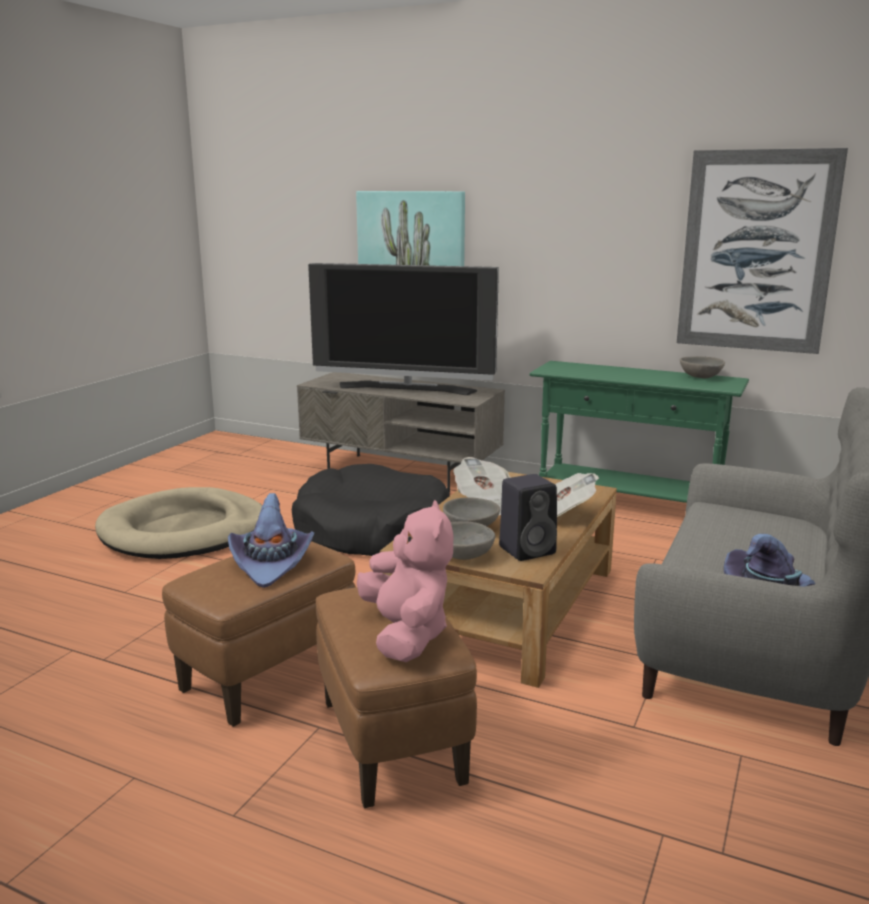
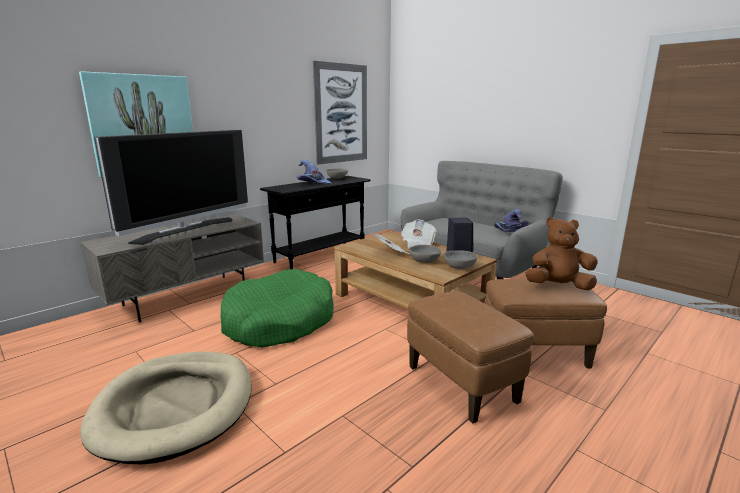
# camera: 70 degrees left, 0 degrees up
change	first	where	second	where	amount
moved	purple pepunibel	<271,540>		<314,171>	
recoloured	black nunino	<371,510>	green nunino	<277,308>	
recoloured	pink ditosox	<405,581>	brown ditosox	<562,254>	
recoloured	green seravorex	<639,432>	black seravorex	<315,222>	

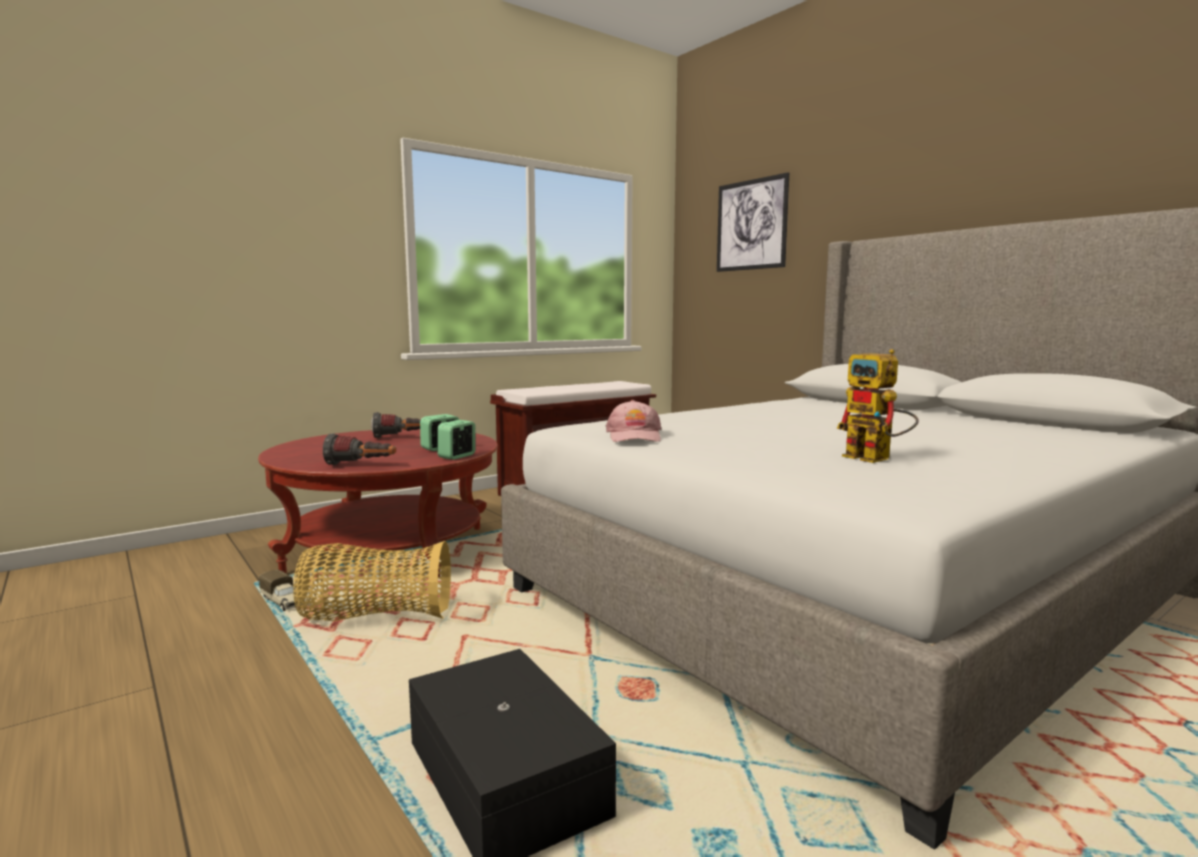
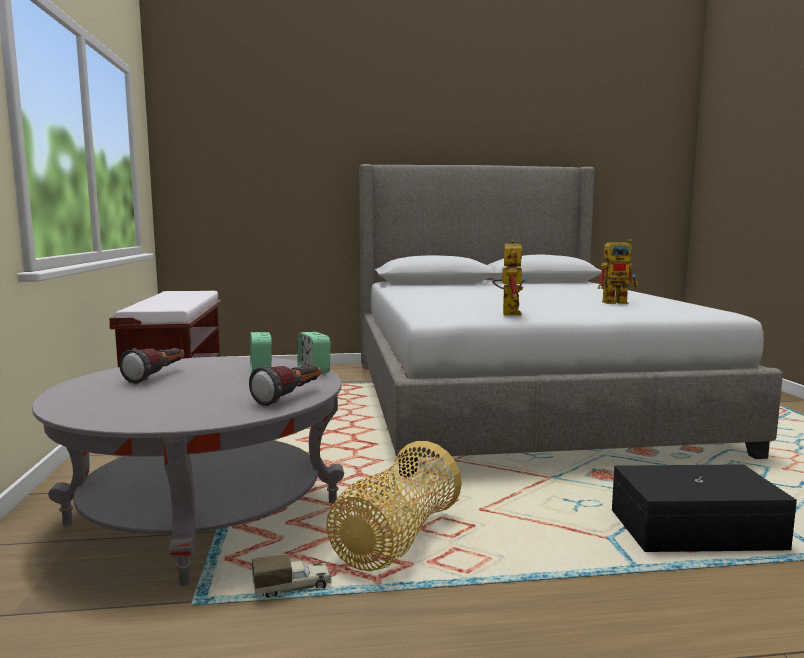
# camera: 60 degrees left, 0 degrees up
change	first	where	second	where	amount
removed	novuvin	<753,222>			
replaced	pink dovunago	<633,421>	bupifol	<509,278>	
recoloured	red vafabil	<378,503>	grey vafabil	<188,471>	

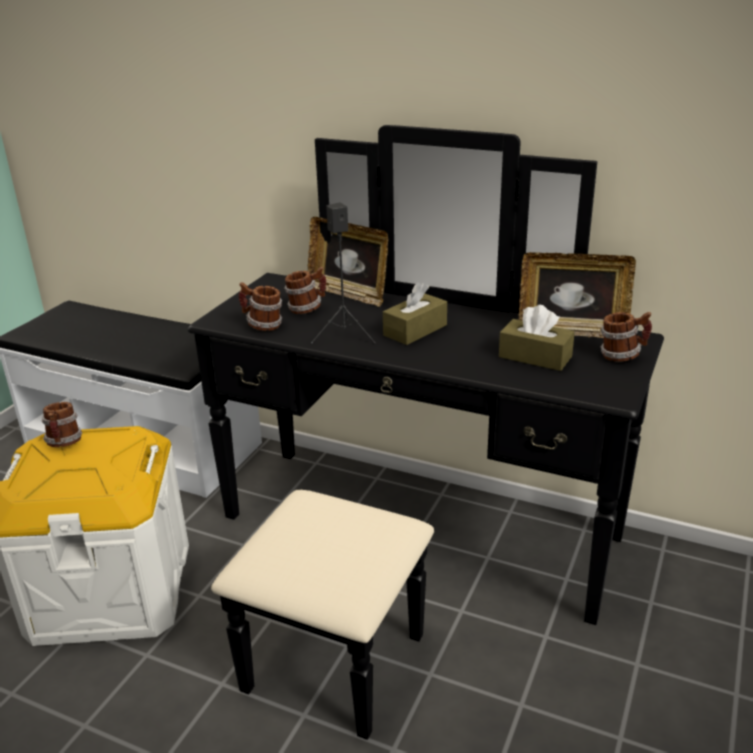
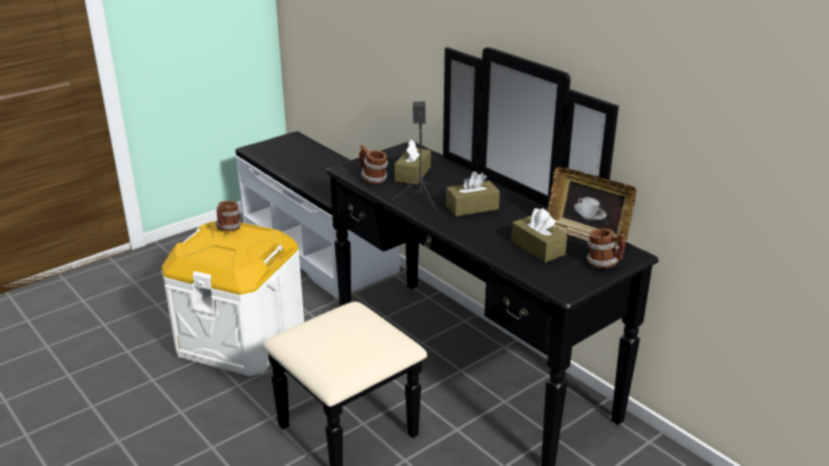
# camera: 25 degrees right, 0 degrees up
change	first	where	second	where	amount
removed	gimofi	<347,262>			
replaced	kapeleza	<305,290>	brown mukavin	<412,162>	

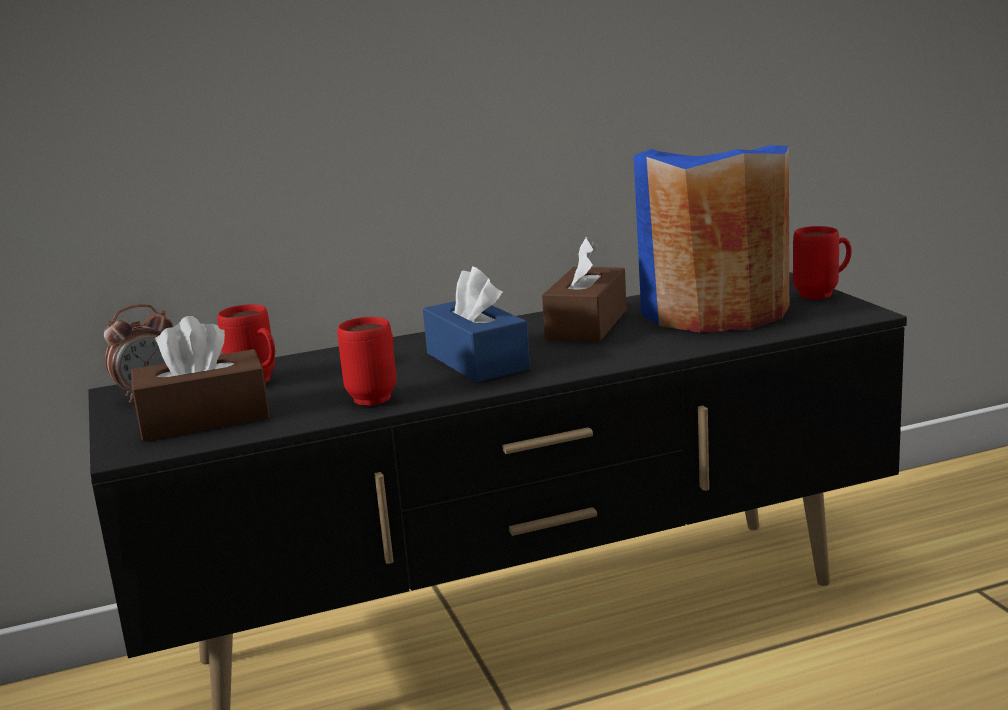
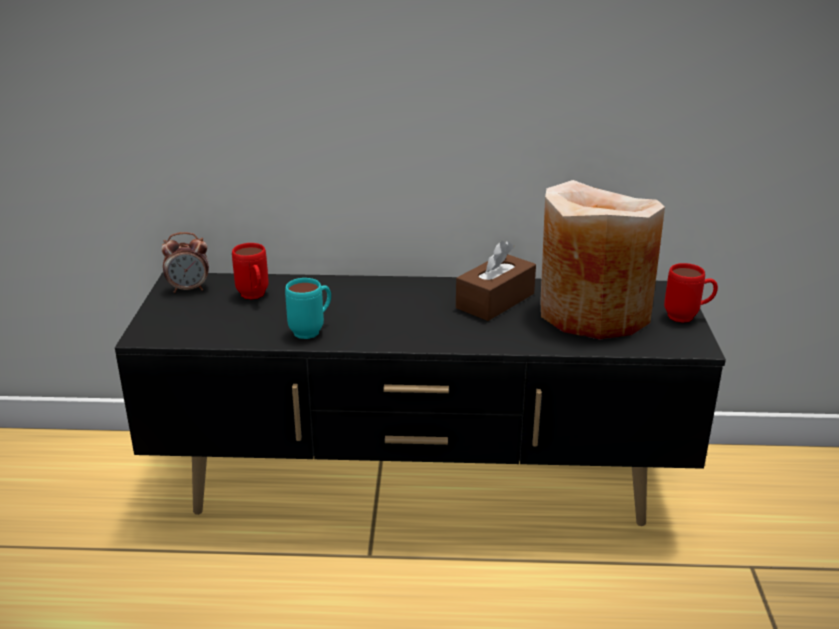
# camera: 20 degrees right, 10 degrees up
change	first	where	second	where	amount
removed	brown mukavin	<200,378>			
removed	blue mukavin	<476,324>			
recoloured	red kapeleza	<367,361>	turquoise kapeleza	<308,308>	
recoloured	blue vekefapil	<711,238>	beige vekefapil	<602,260>	

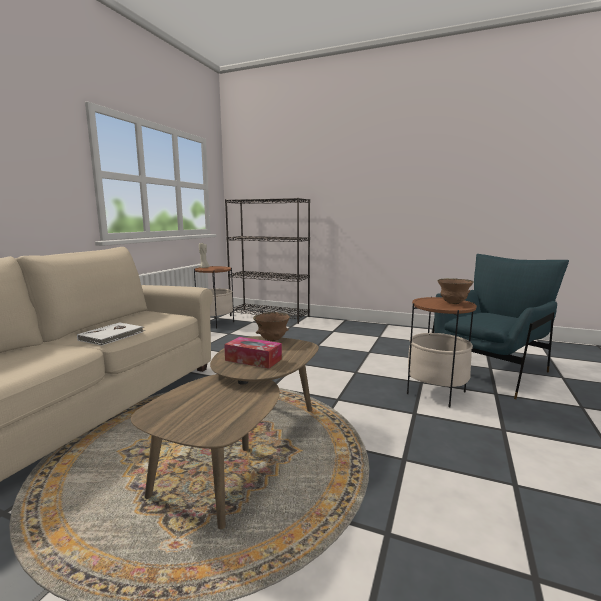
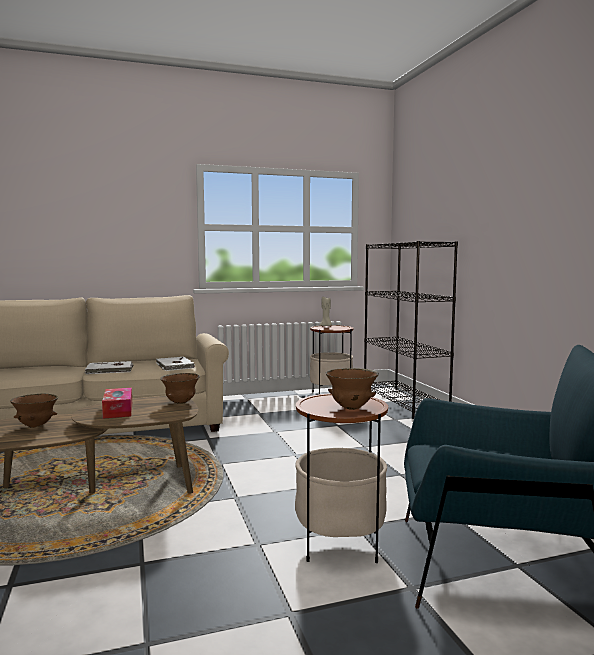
# camera: 50 degrees right, 5 degrees down
change	first	where	second	where	amount
added			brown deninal	<34,410>	
added			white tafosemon	<175,363>	

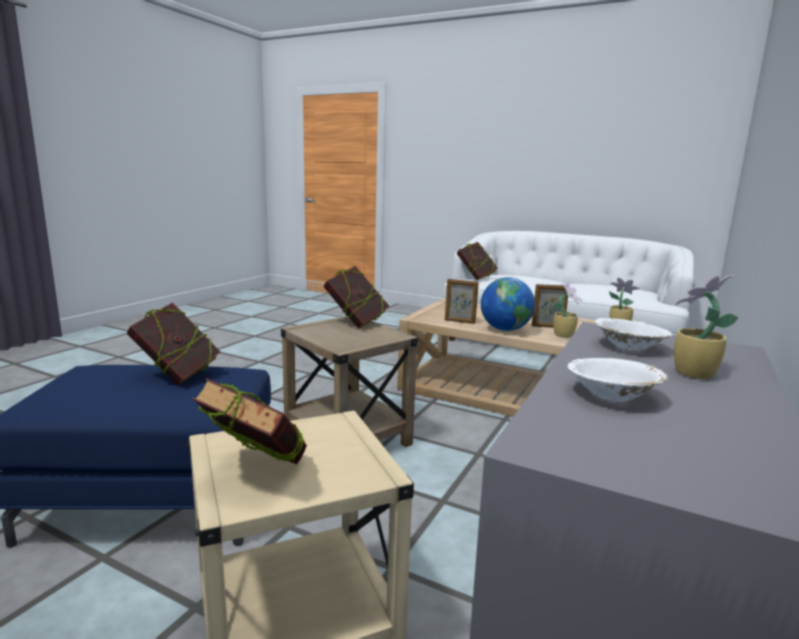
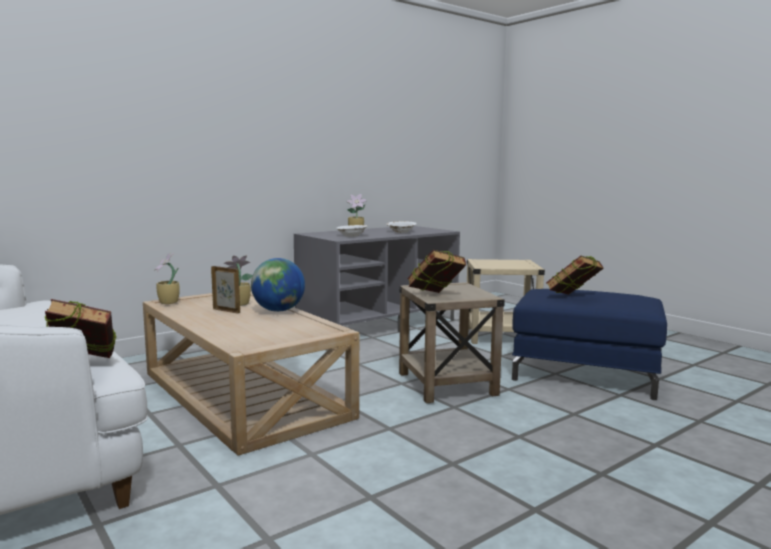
# camera: 155 degrees left, 5 degrees down
change	first	where	second	where	amount
removed	tafosemon	<250,421>			
removed	gimofi	<462,301>			

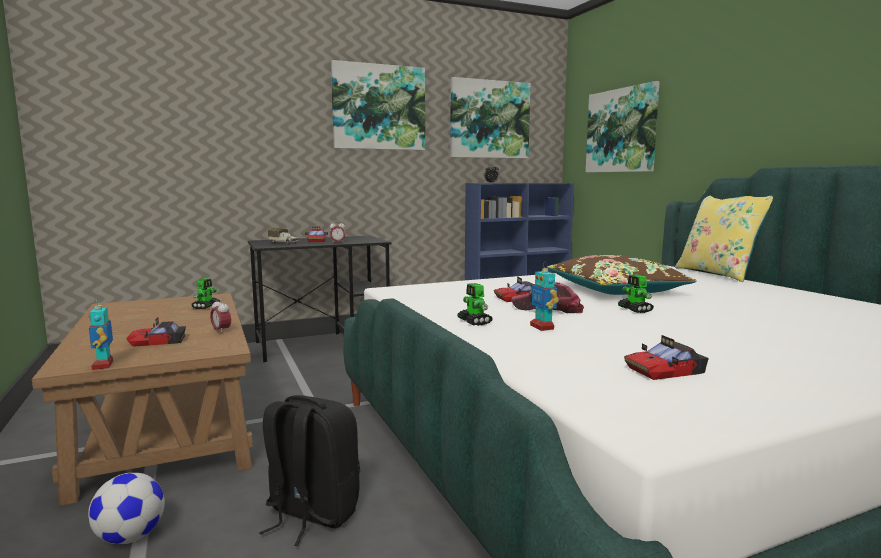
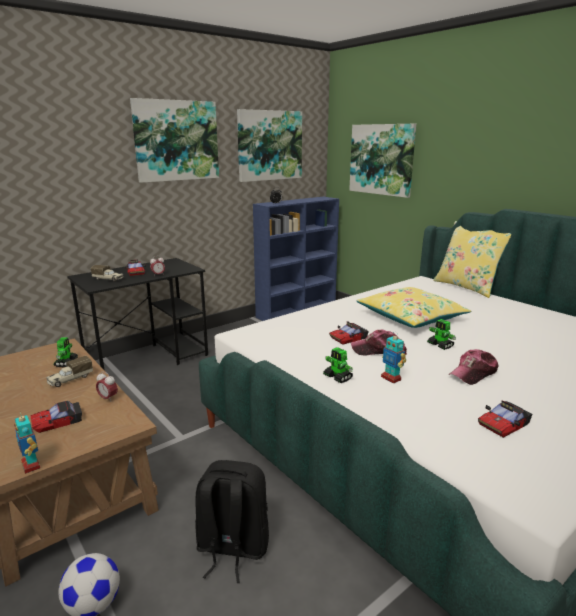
# camera: 15 degrees left, 10 degrees up
change	first	where	second	where	amount
added			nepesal	<69,371>	
added			dovunago	<473,367>	
recoloured	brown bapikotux	<622,275>	yellow bapikotux	<413,307>	

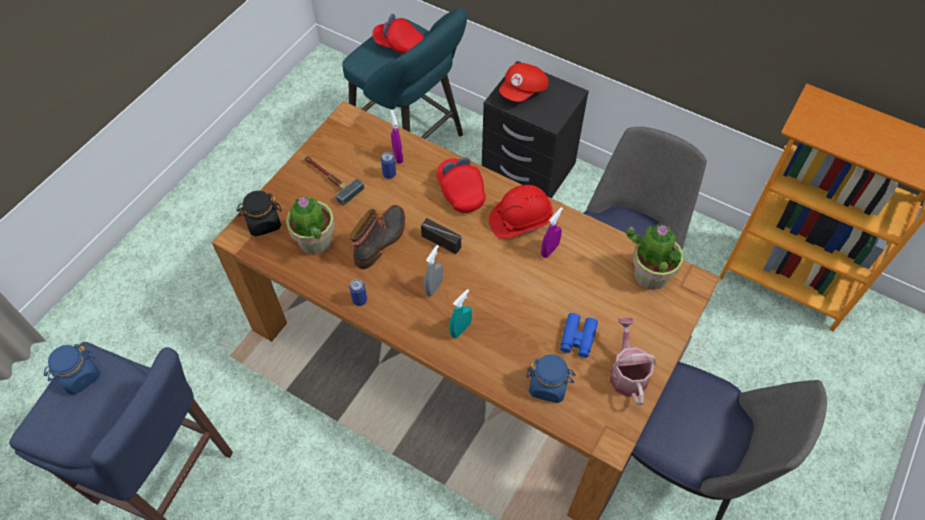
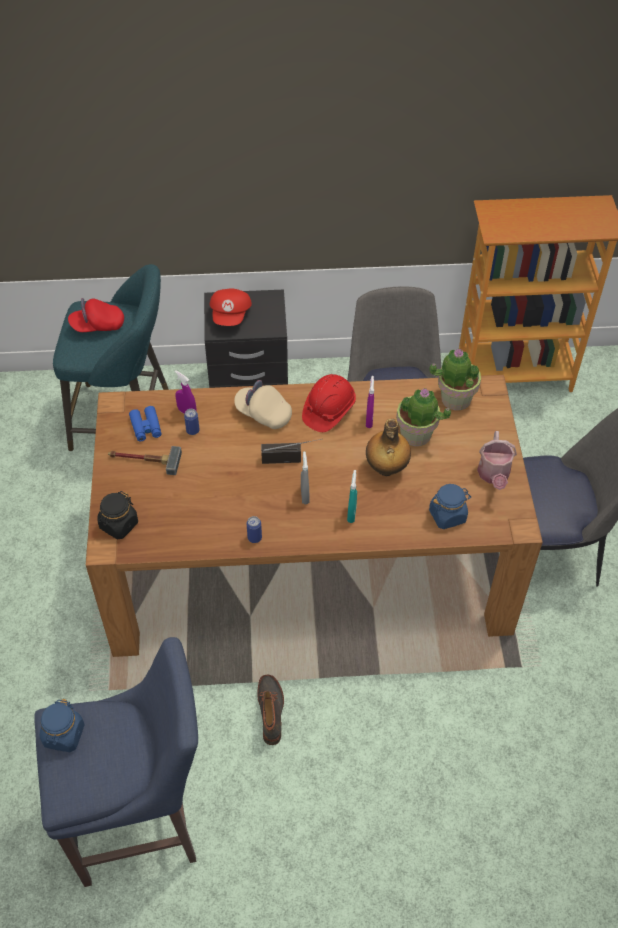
# camera: 35 degrees left, 5 degrees down
change	first	where	second	where	amount
added			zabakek	<388,447>	
moved	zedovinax	<310,225>		<423,417>	
moved	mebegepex	<377,237>		<270,710>	
moved	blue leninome	<579,335>		<145,423>	
recoloured	red dovunago	<461,185>	beige dovunago	<263,404>	
turned	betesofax	<633,361>		<497,460>	135 degrees counterclockwise

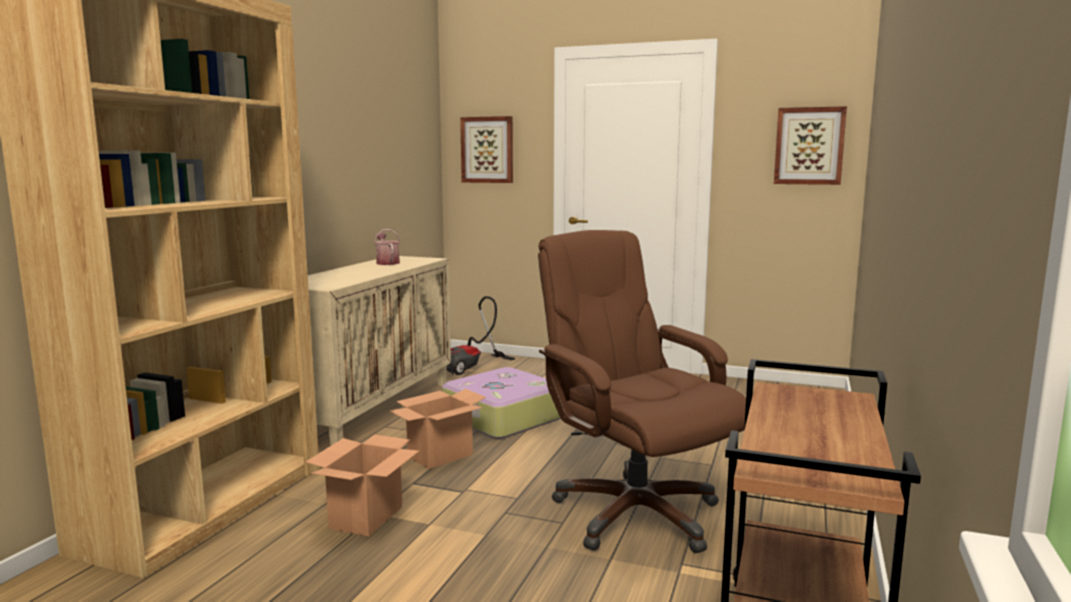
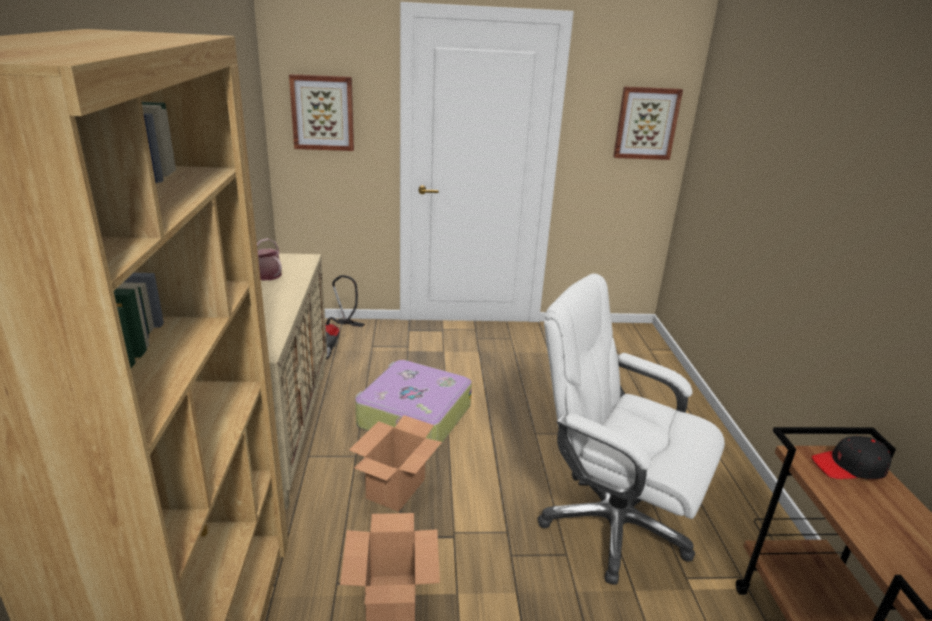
# camera: 25 degrees left, 15 degrees up
change	first	where	second	where	amount
added			black dovunago	<852,457>	
recoloured	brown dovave	<642,391>	white dovave	<631,429>	

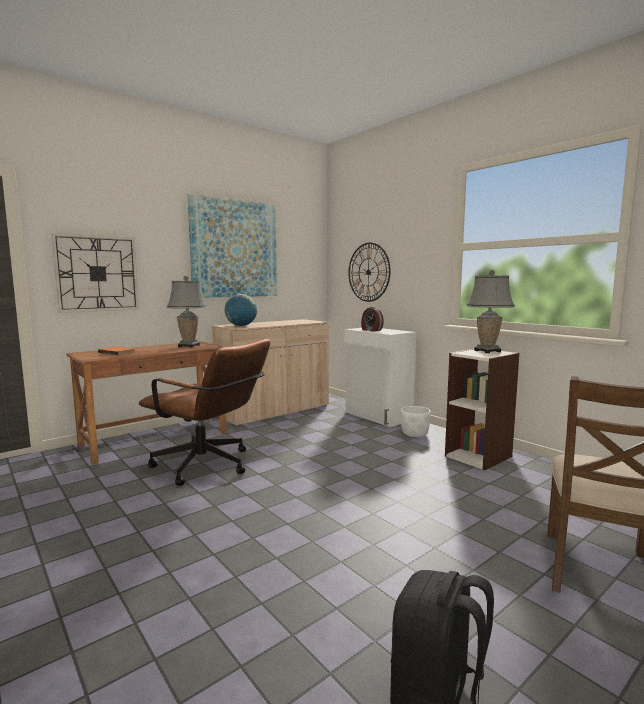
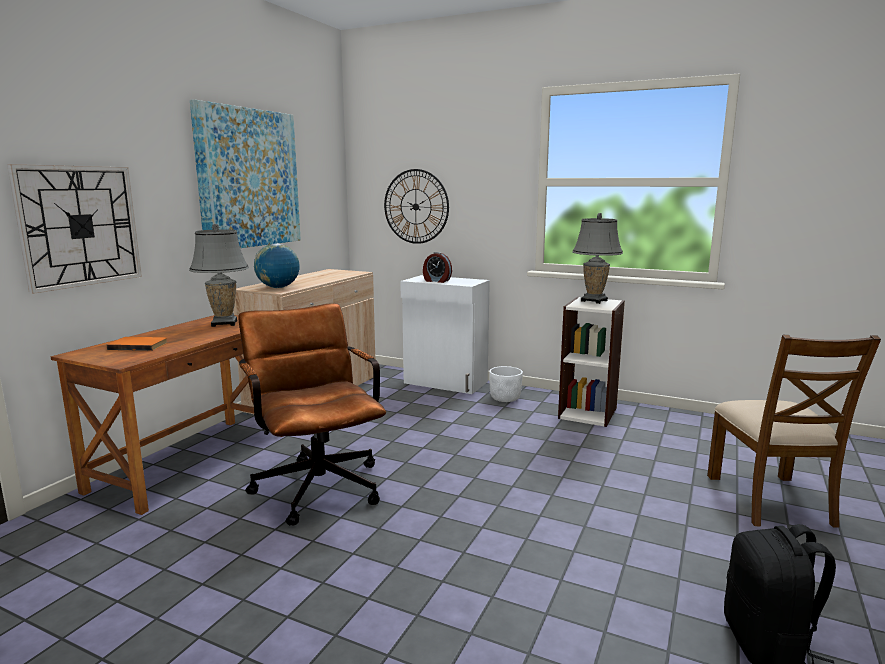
# camera: 25 degrees left, 5 degrees up
change	first	where	second	where	amount
turned	brown dovave	<204,412>		<312,414>	120 degrees counterclockwise

